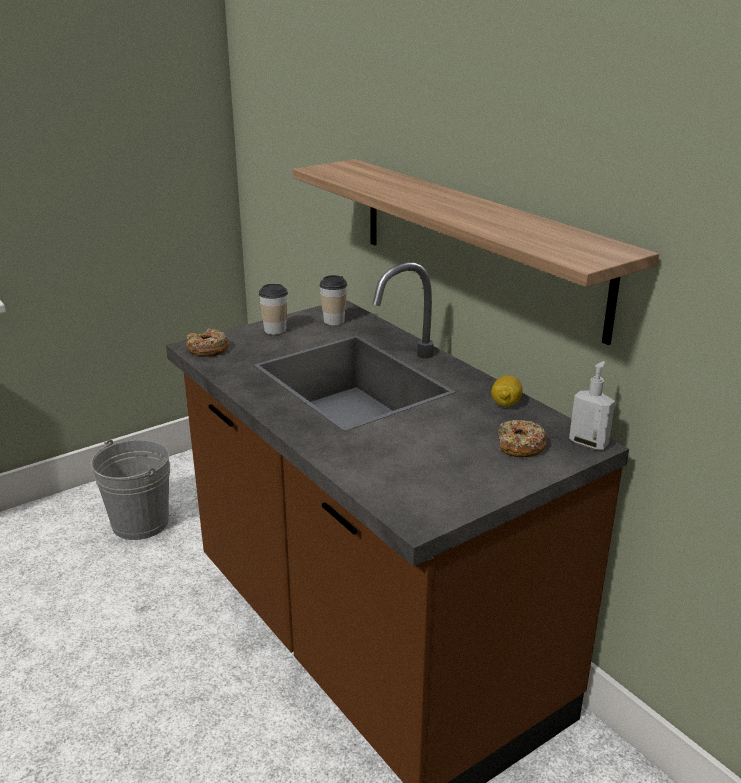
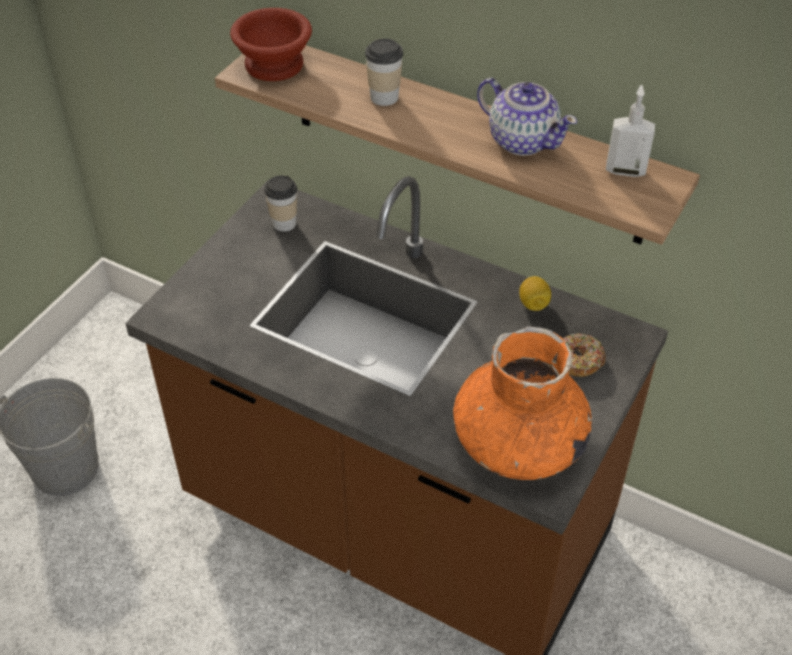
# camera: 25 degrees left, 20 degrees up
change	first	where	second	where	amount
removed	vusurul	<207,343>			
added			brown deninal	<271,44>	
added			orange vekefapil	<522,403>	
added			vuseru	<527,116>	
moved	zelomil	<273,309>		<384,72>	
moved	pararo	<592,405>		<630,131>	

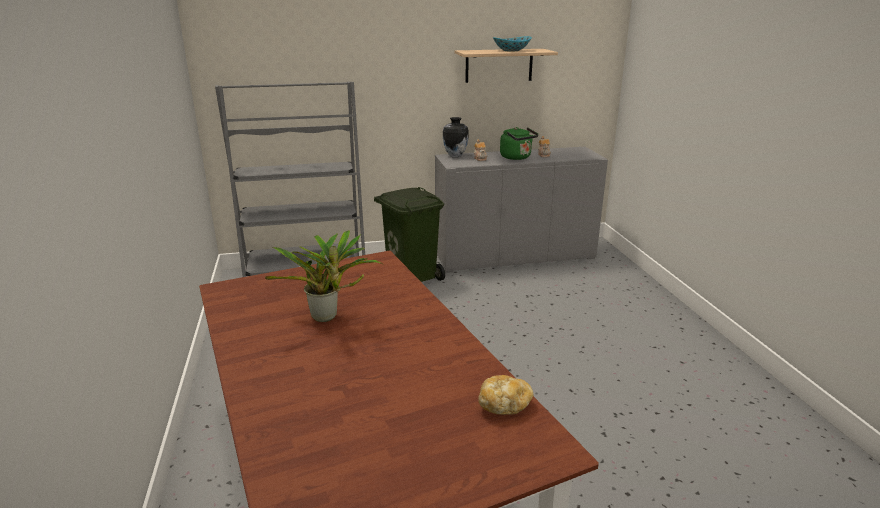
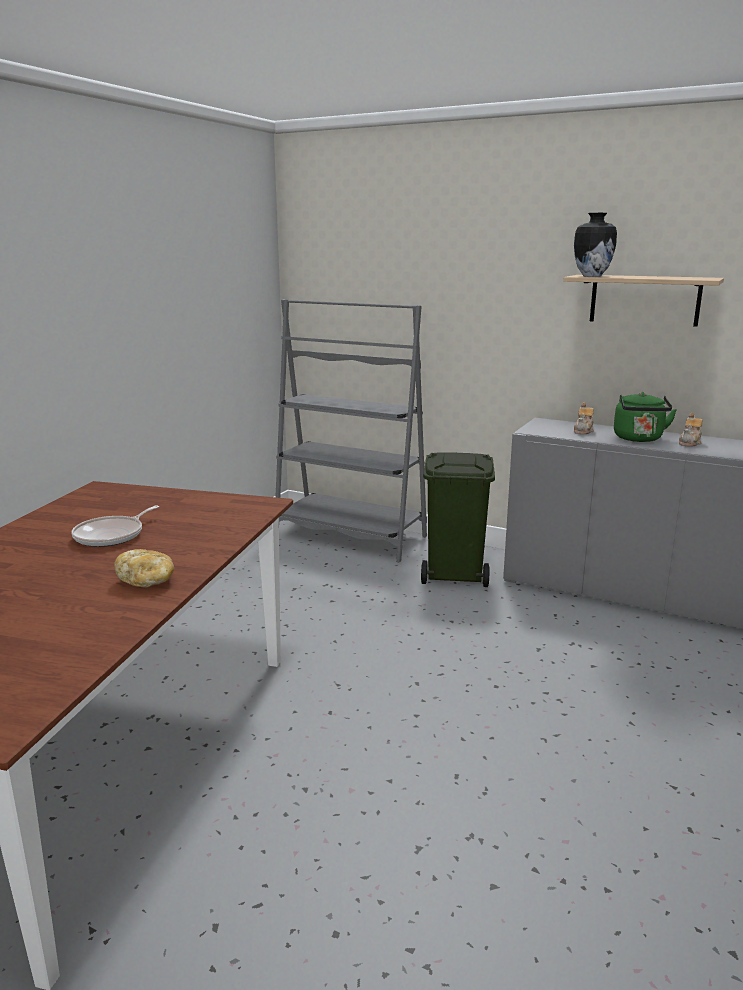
# camera: 40 degrees right, 5 degrees down
change	first	where	second	where	amount
removed	deninal	<512,44>			
moved	vekefapil	<456,137>		<595,245>	
moved	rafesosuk	<505,395>		<144,568>	
replaced	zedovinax	<324,276>	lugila	<115,526>	

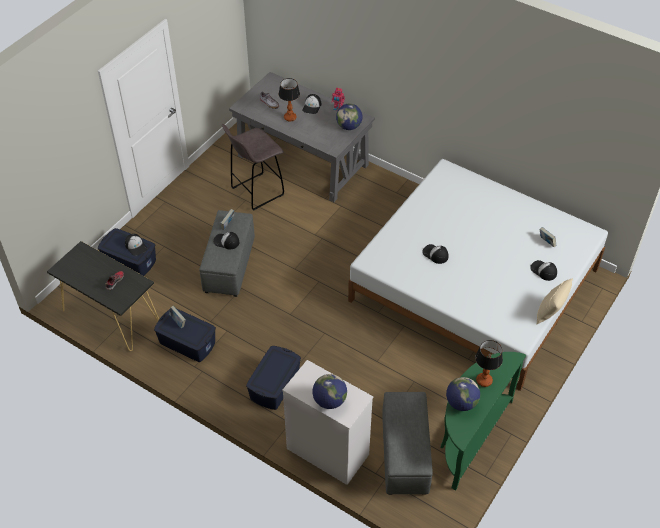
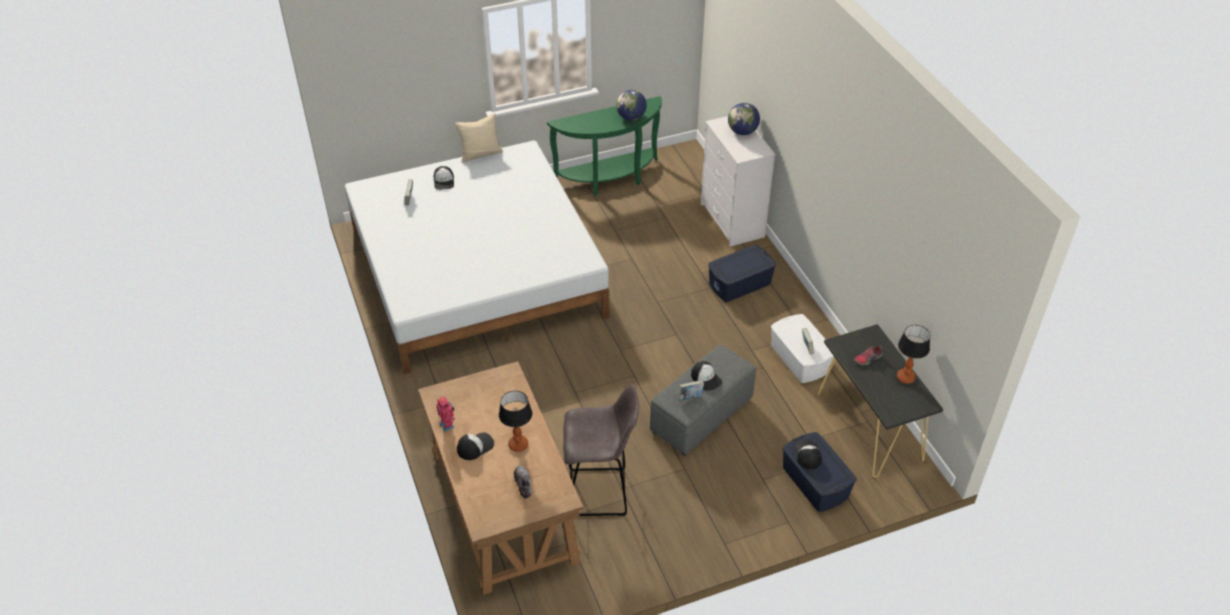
# camera: 145 degrees left, 5 degrees down
change	first	where	second	where	amount
removed	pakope	<349,117>			
removed	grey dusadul	<407,443>			
removed	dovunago	<435,254>			
moved	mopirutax	<489,363>		<913,354>	
recoloured	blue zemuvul	<185,335>	white zemuvul	<802,348>	
recoloured	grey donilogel	<302,137>	brown donilogel	<501,478>	

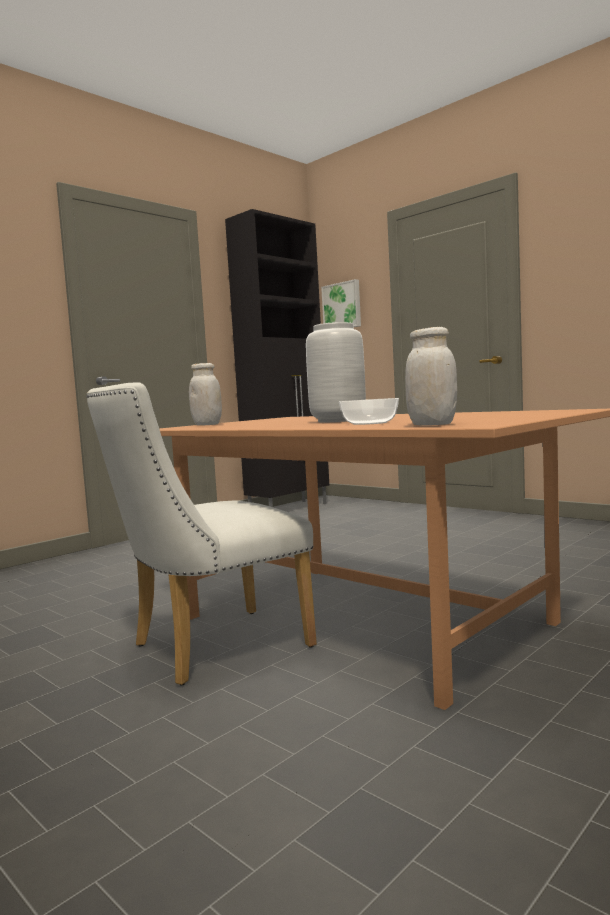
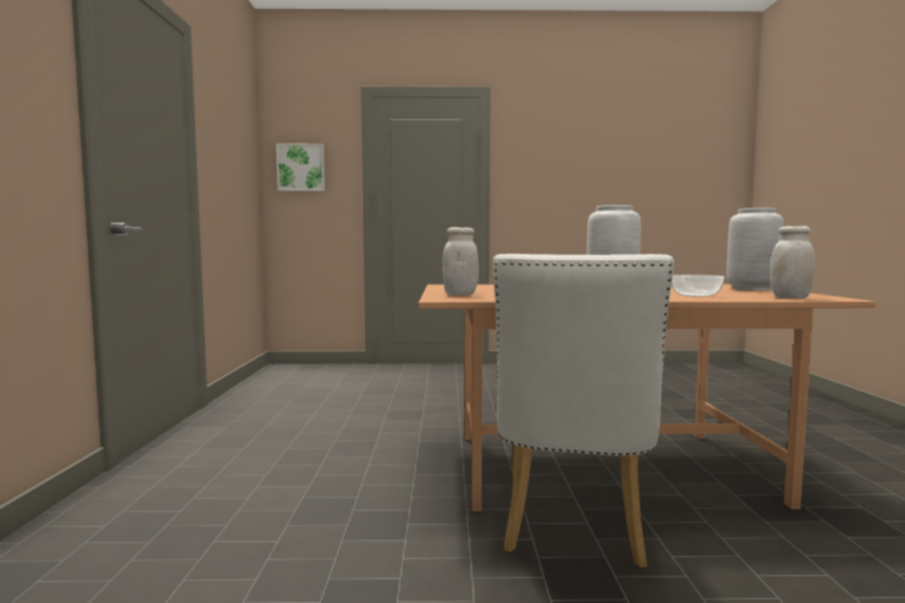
# camera: 45 degrees left, 0 degrees up
change	first	where	second	where	amount
removed	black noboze	<277,358>			
added			grey vekefapil	<755,249>	

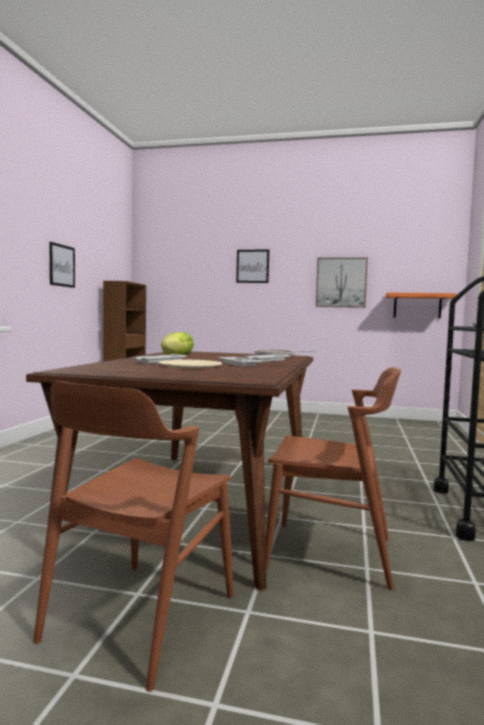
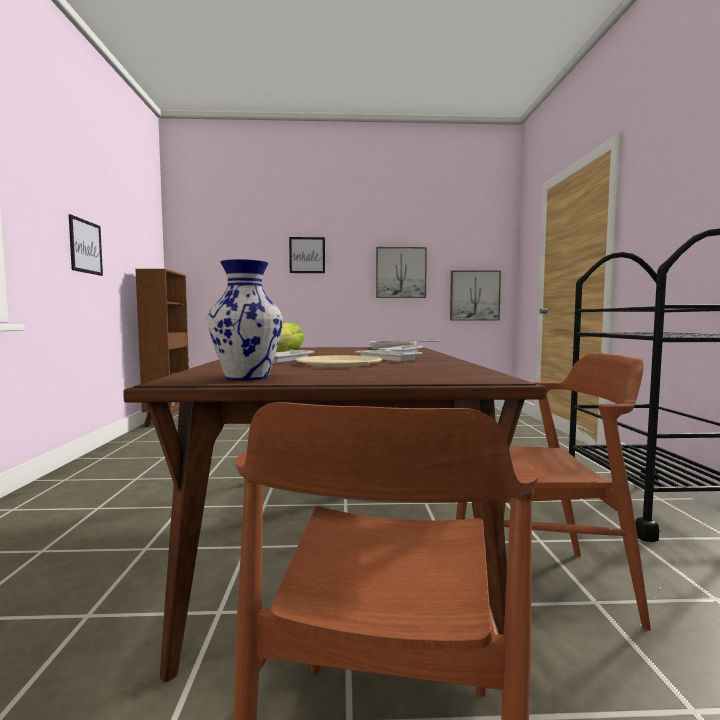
# camera: 15 degrees left, 0 degrees up
change	first	where	second	where	amount
added			vekefapil	<245,320>	
replaced	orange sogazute	<421,306>	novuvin	<475,295>	

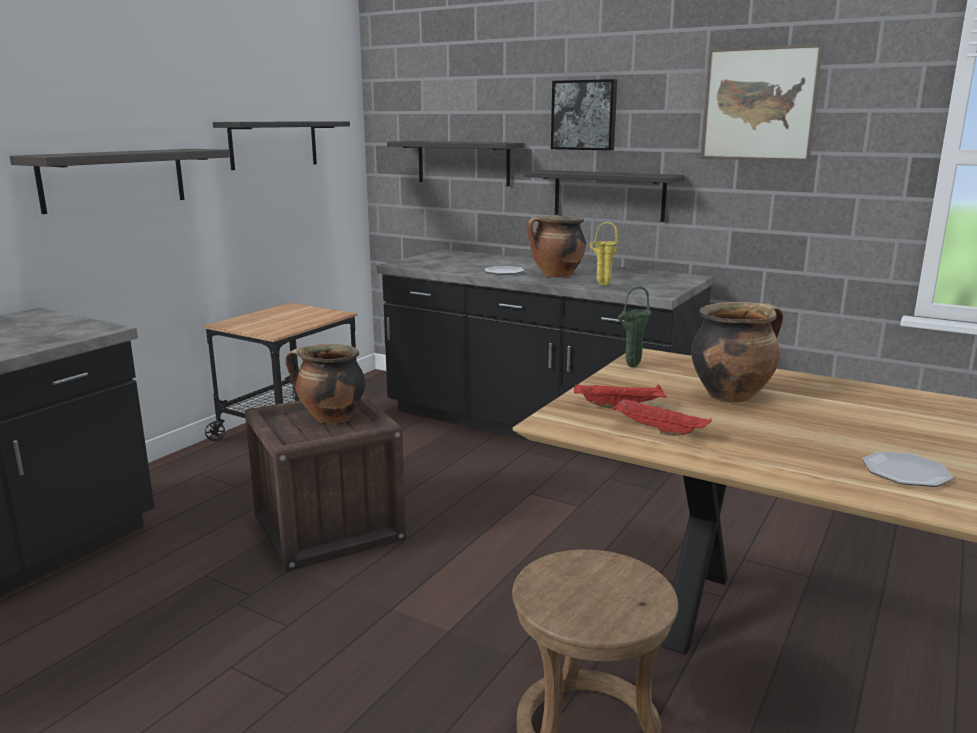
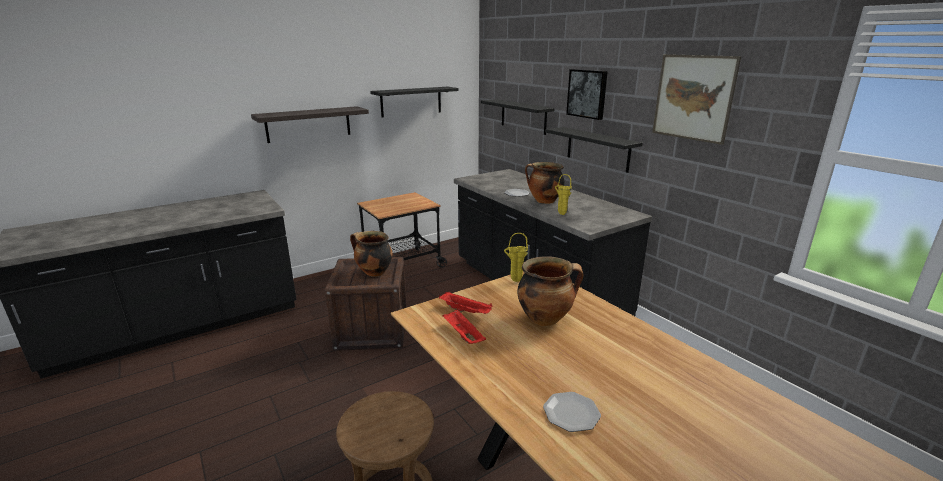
# camera: 25 degrees right, 5 degrees up
change	first	where	second	where	amount
recoloured	green vekefapil	<634,327>	yellow vekefapil	<516,257>	

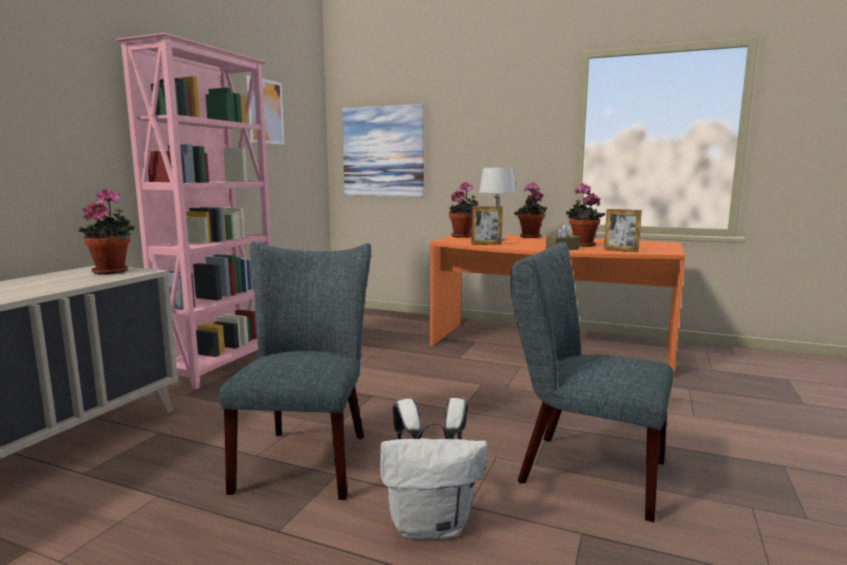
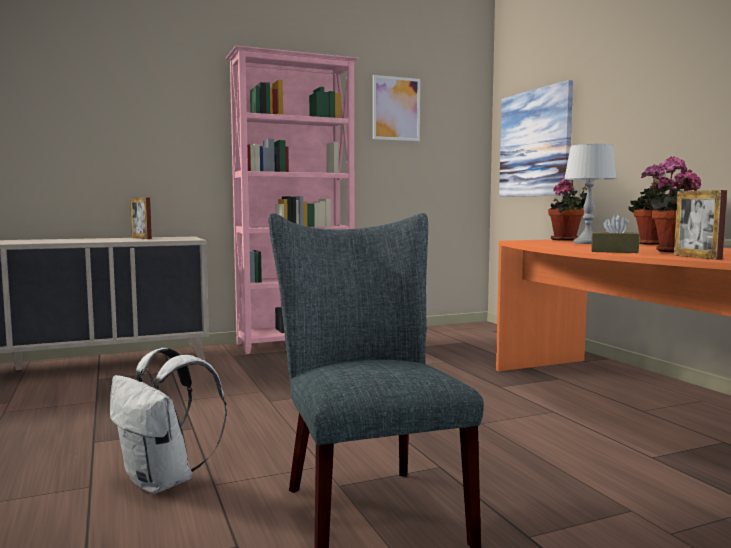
# camera: 45 degrees right, 5 degrees down
change	first	where	second	where	amount
removed	zedovinax	<106,232>			
removed	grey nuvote	<295,371>			
moved	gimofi	<487,225>		<141,218>	

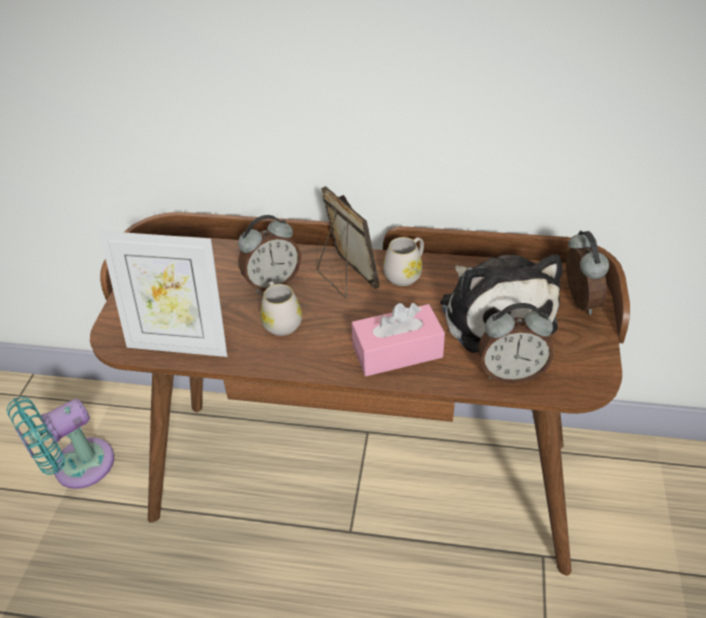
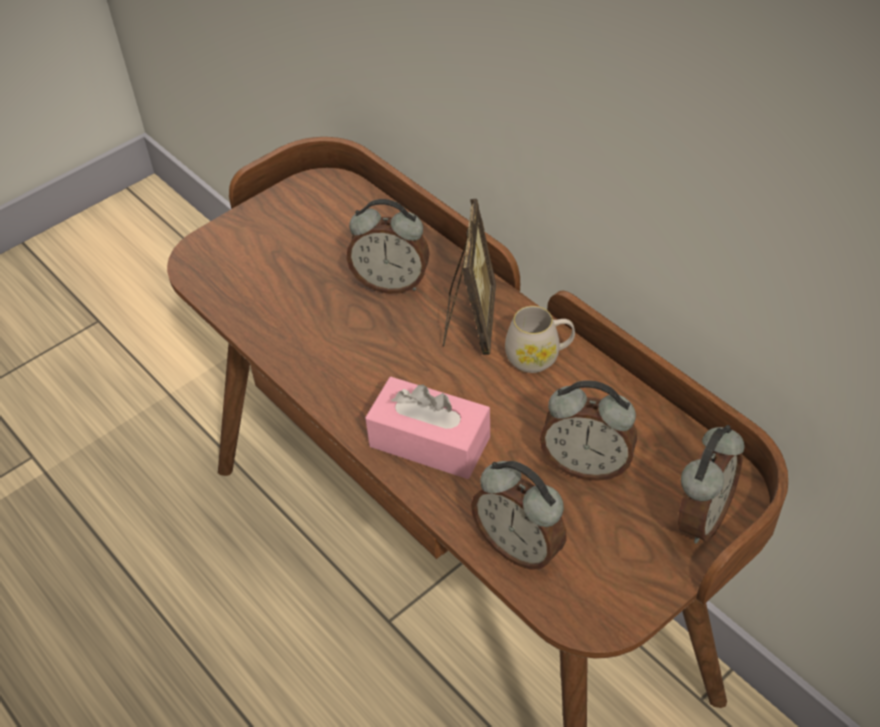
# camera: 40 degrees right, 5 degrees up
change	first	where	second	where	amount
removed	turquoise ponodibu	<60,443>			
removed	gimofi	<163,294>			
removed	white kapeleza	<281,308>			
replaced	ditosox	<501,303>	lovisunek	<588,430>	

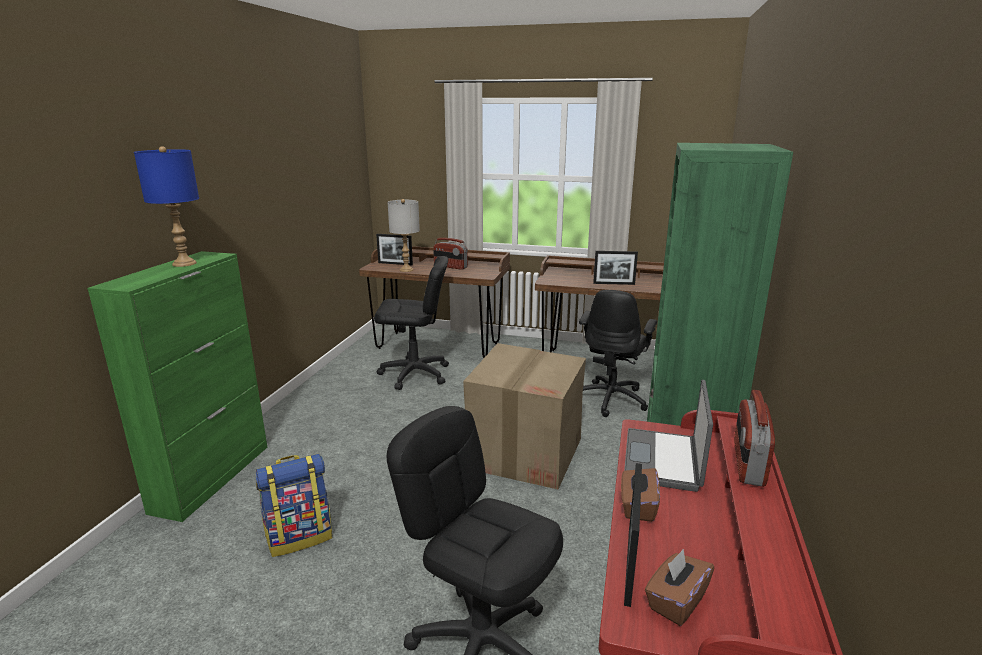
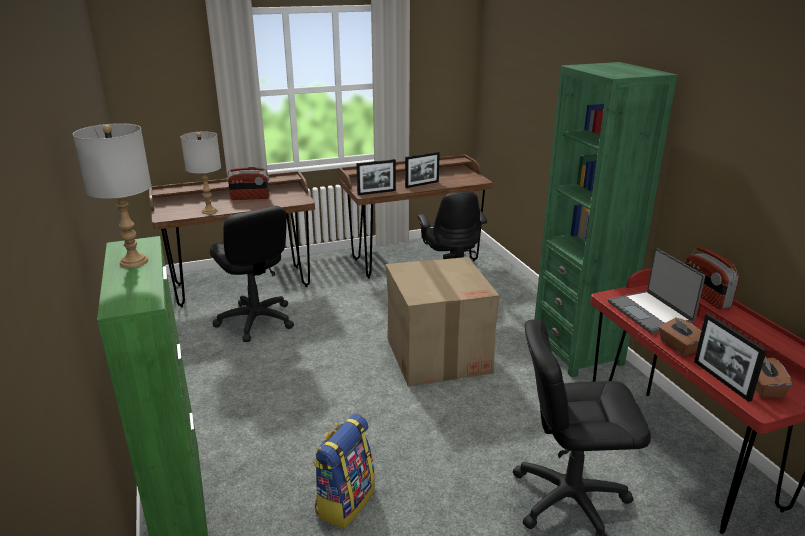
# camera: 35 degrees left, 5 degrees up
change	first	where	second	where	amount
moved	gimofi	<394,249>		<376,177>	
recoloured	blue mopirutax	<166,206>	grey mopirutax	<112,195>	
turned	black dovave	<411,323>		<252,274>	90 degrees clockwise

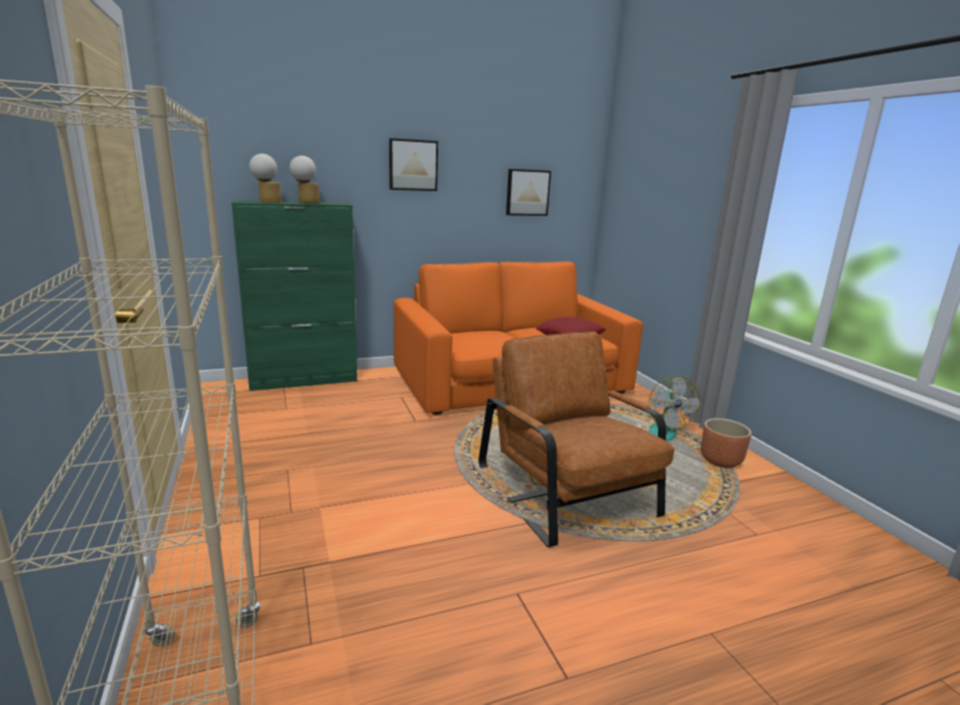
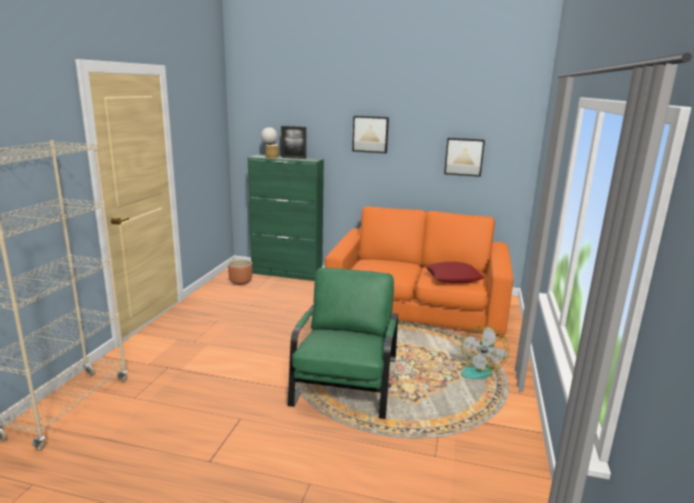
# camera: 35 degrees right, 0 degrees up
change	first	where	second	where	amount
moved	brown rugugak	<726,443>		<240,272>	
replaced	mopirutax	<304,179>	gimofi	<293,142>	
recoloured	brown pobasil	<576,439>	green pobasil	<343,343>	

